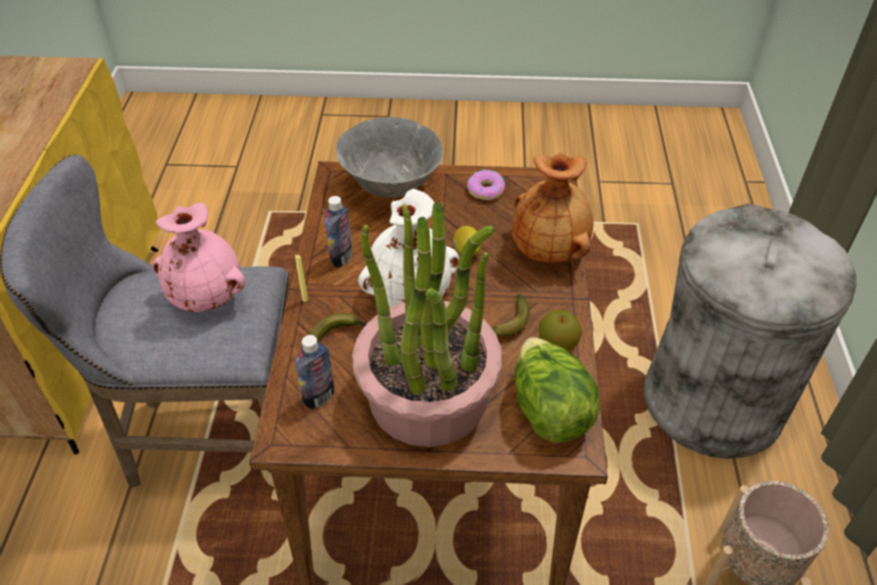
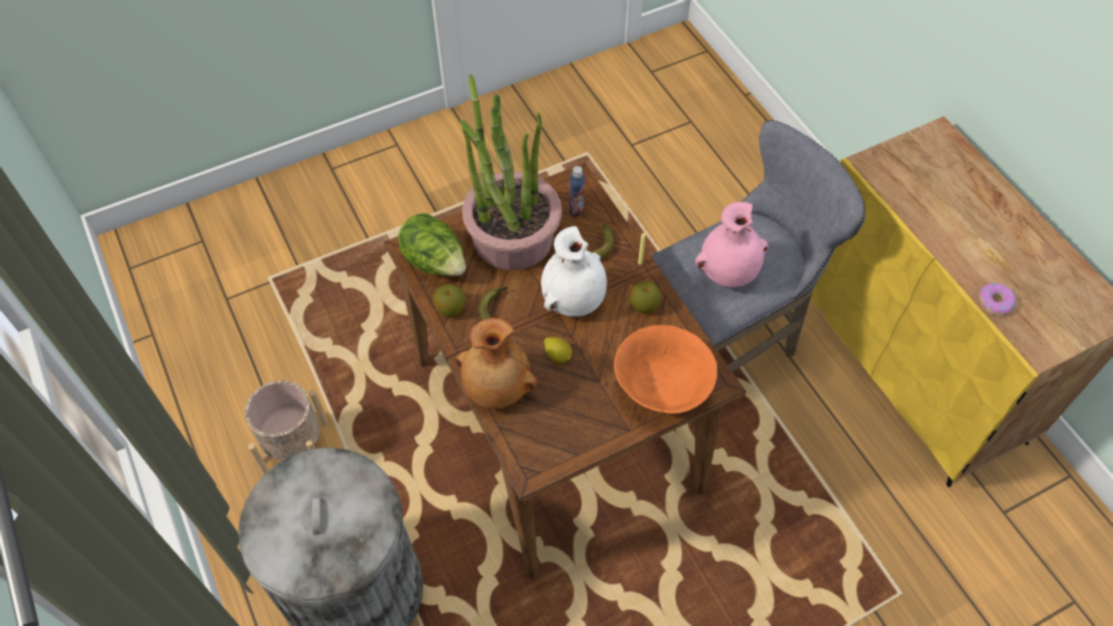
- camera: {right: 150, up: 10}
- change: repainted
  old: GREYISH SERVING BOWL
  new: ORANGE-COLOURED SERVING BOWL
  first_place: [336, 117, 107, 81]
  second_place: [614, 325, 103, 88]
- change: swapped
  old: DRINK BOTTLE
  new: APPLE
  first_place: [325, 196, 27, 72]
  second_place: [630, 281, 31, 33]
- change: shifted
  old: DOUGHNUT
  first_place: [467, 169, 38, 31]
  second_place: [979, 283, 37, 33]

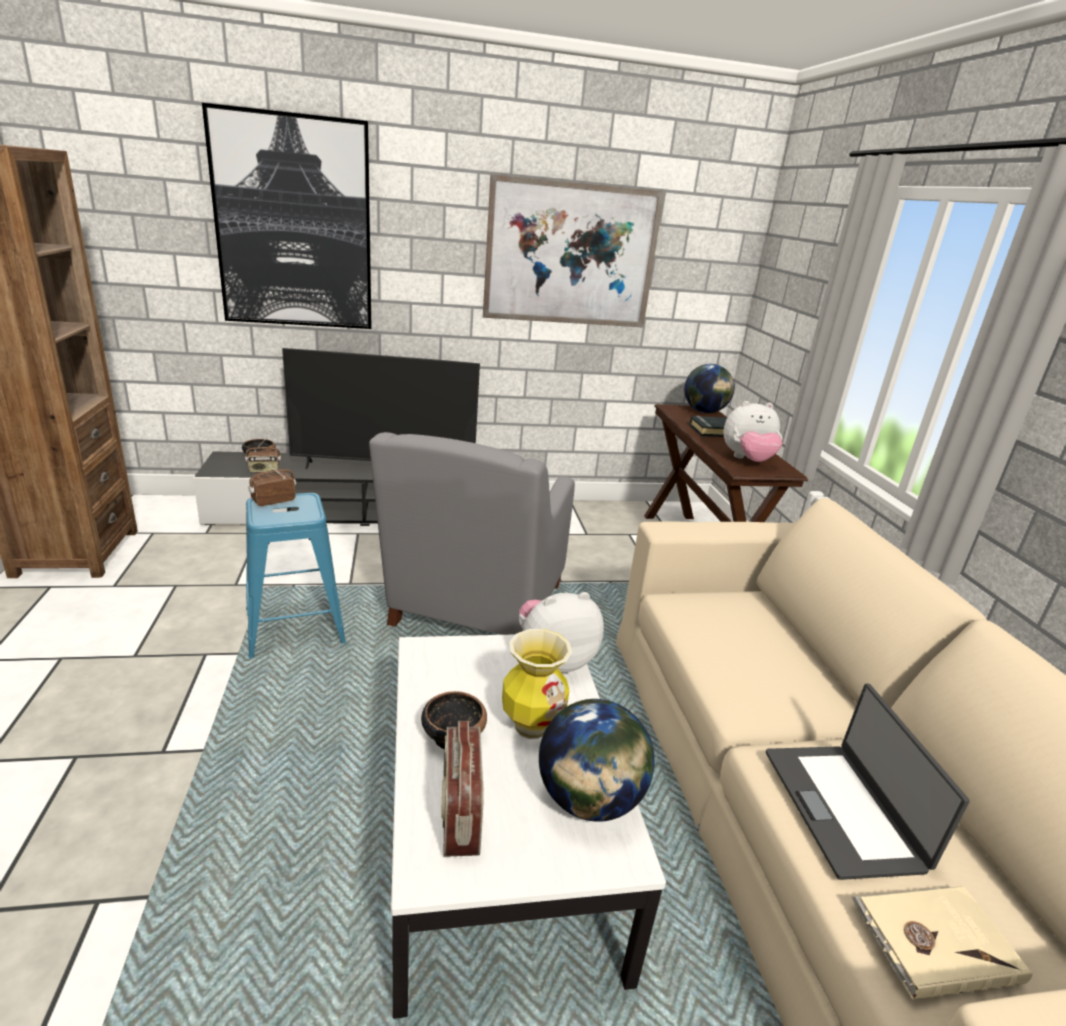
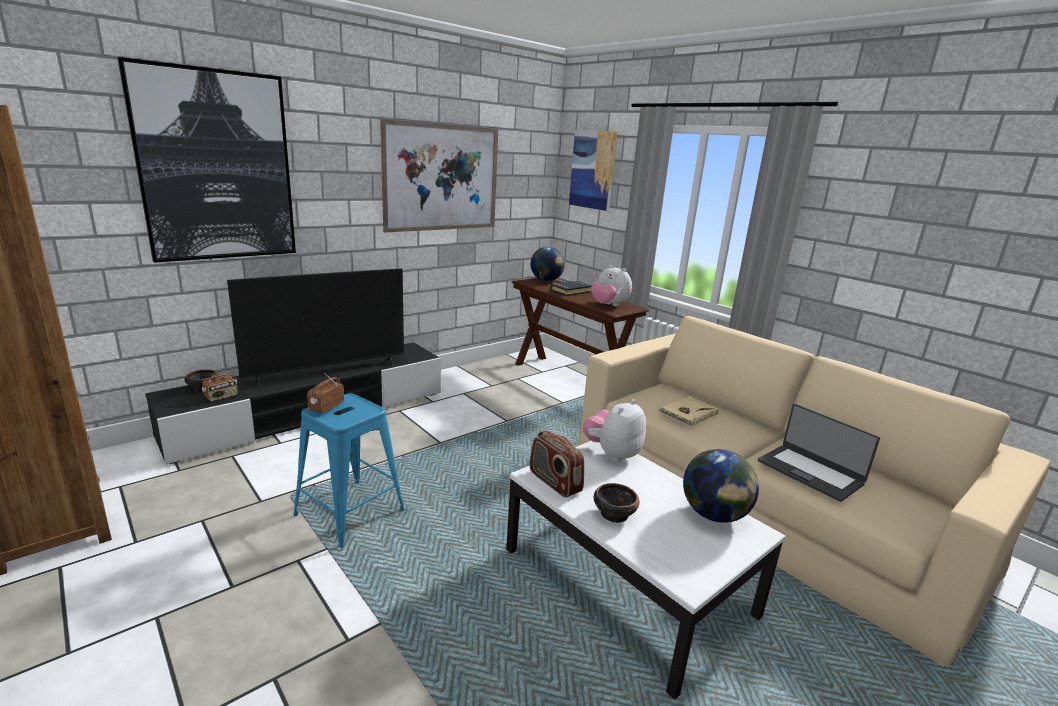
- camera: {right: -30, up: -5}
- change: shifted
  old: RADIO SET
  first_place: [441, 721, 43, 136]
  second_place: [529, 431, 55, 67]
- change: new
  new: PICTURE
  second_place: [569, 130, 49, 81]
- change: rotated
  old: CUDDLY TOY
  first_place: [724, 401, 59, 61]
  second_place: [591, 265, 41, 41]
  degrees: 75
- change: shifted
  old: BEIGE BOOK
  first_place: [852, 886, 181, 114]
  second_place: [659, 396, 60, 30]
- change: gone
  old: GREYISH ARMCHAIR
  first_place: [369, 432, 206, 203]
- change: gone
  old: FLOWER VASE
  first_place: [502, 629, 70, 110]

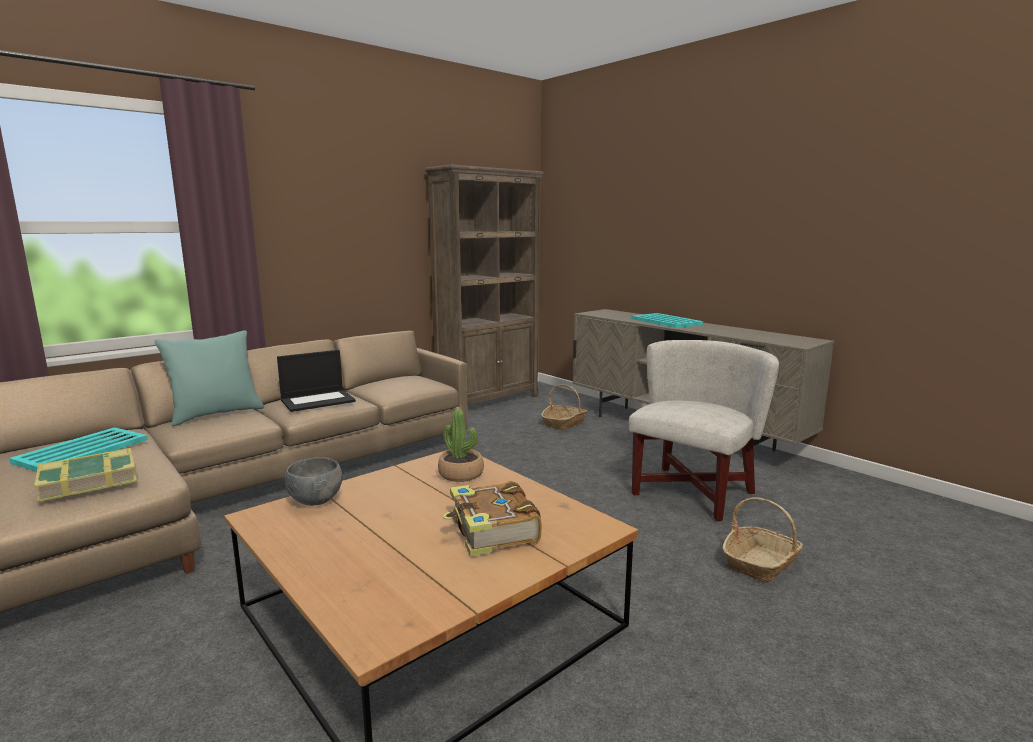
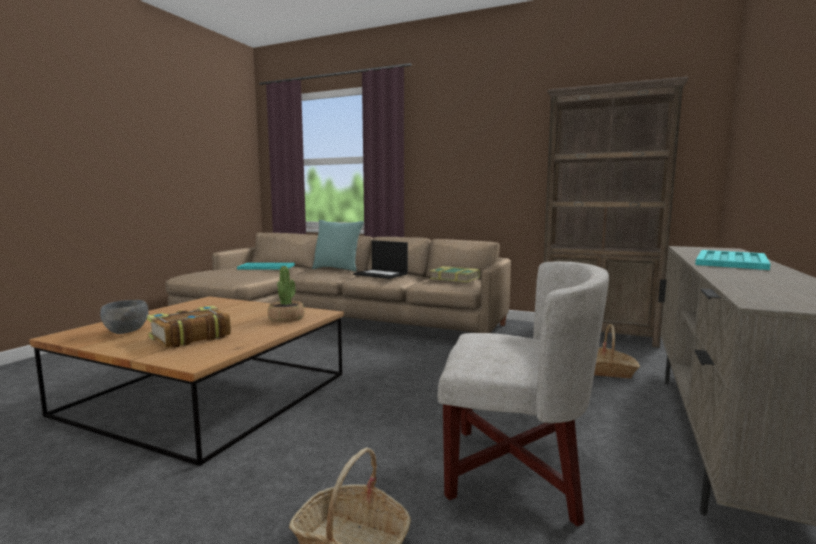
- camera: {right: 65, up: -5}
- change: shifted
  old: GREYISH SERVING BOWL
  first_place: [285, 457, 58, 49]
  second_place: [100, 300, 49, 34]
- change: shifted
  old: BOOK
  first_place: [34, 448, 103, 54]
  second_place: [429, 266, 51, 17]

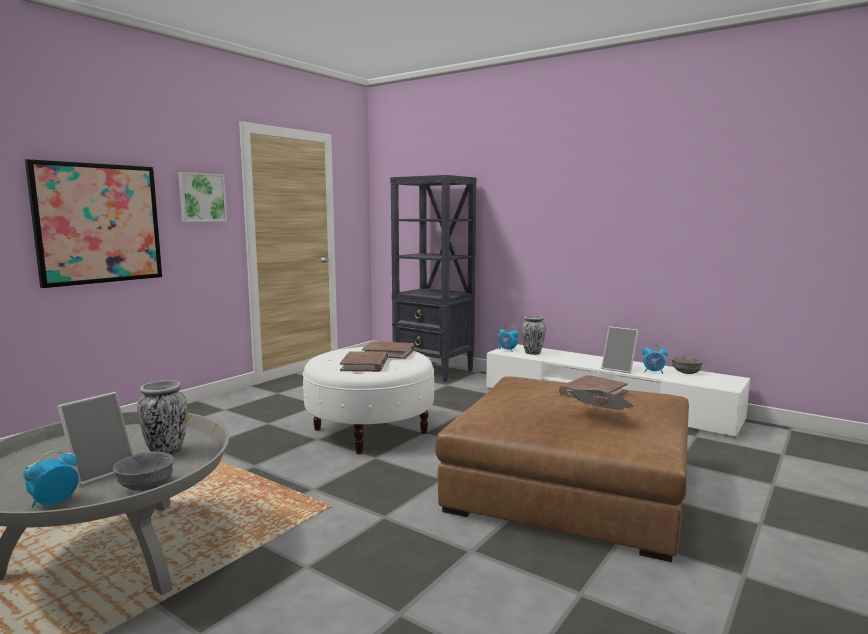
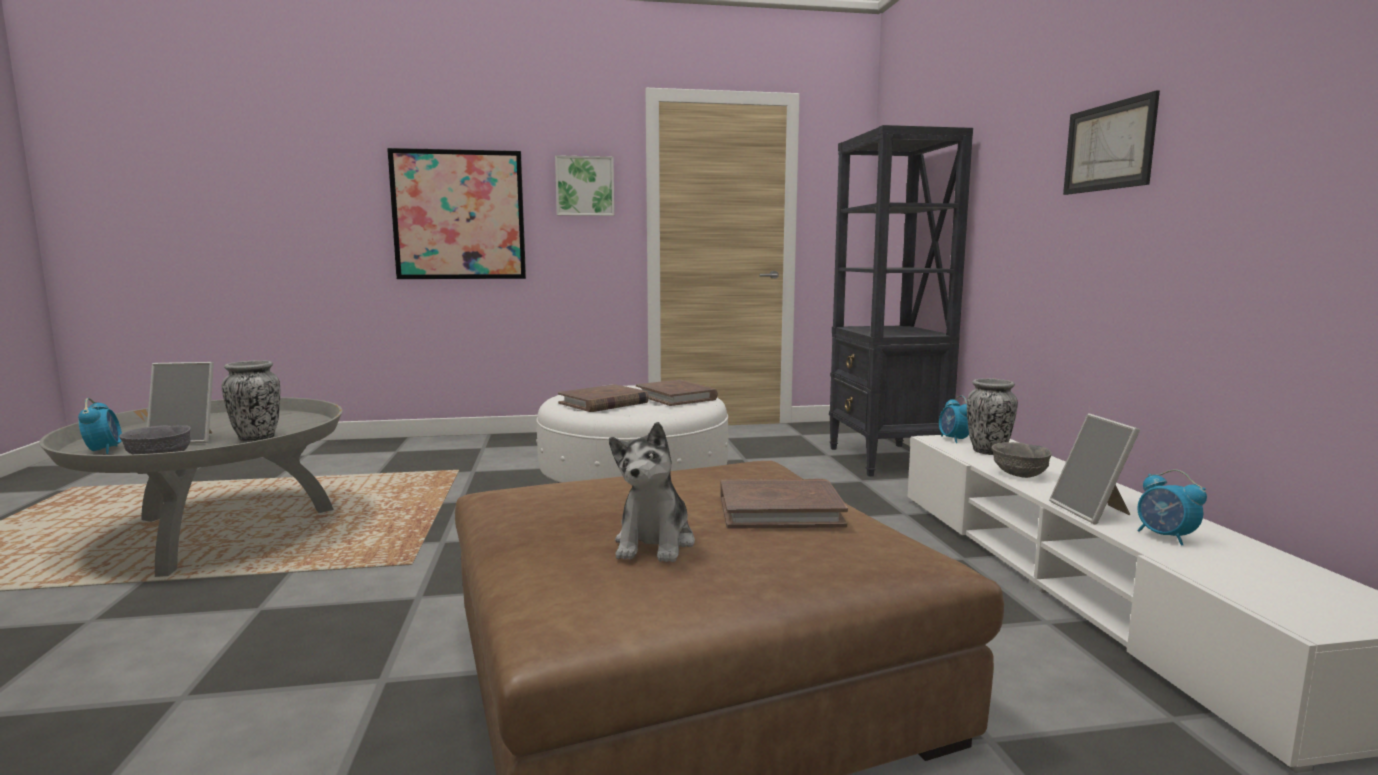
- camera: {right: 45, up: 0}
- change: rotated
  old: ALARM CLOCK
  first_place: [23, 451, 56, 57]
  second_place: [78, 398, 44, 56]
  degrees: 75
- change: swapped
  old: NEWSPAPER
  new: CUDDLY TOY
  first_place: [567, 390, 67, 20]
  second_place: [609, 422, 86, 141]
- change: shifted
  old: GREYISH SERVING BOWL
  first_place: [671, 356, 32, 18]
  second_place: [992, 442, 60, 36]
- change: new
  new: PICTURE
  second_place: [1063, 90, 97, 105]

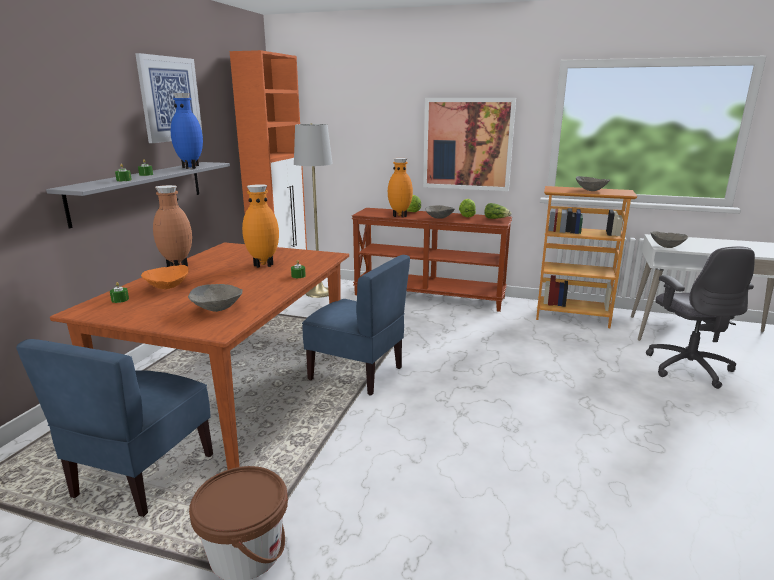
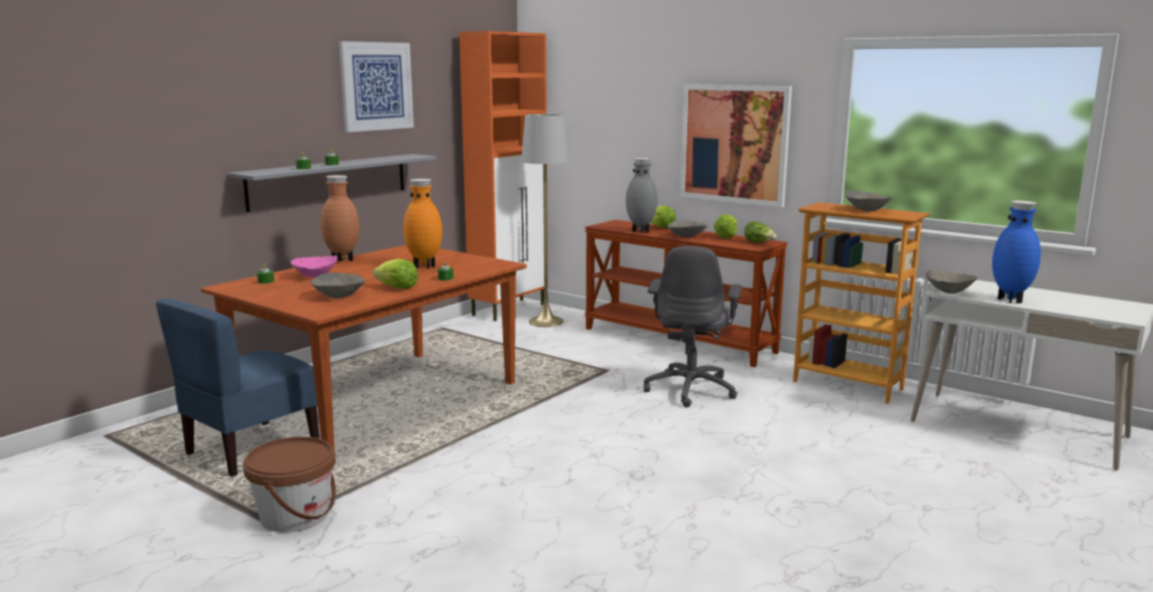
- camera: {right: 20, up: -5}
- change: repainted
  old: ORANGE-COLOURED SERVING BOWL
  new: PINK SERVING BOWL
  first_place: [141, 265, 48, 24]
  second_place: [290, 256, 47, 21]
- change: new
  new: LETTUCE HEAD
  second_place: [373, 259, 45, 30]
- change: repainted
  old: ORANGE-COLOURED FLOWER VASE
  new: GREYISH FLOWER VASE
  first_place: [388, 158, 25, 60]
  second_place: [626, 158, 31, 75]
- change: shifted
  old: GREYISH COMPUTER CHAIR
  first_place: [646, 246, 109, 143]
  second_place: [643, 246, 99, 161]
- change: shifted
  old: BLUISH FLOWER VASE
  first_place: [171, 93, 32, 76]
  second_place: [992, 200, 49, 103]
- change: gone
  old: BLUISH PLAIN CHAIR
  first_place: [302, 255, 108, 140]

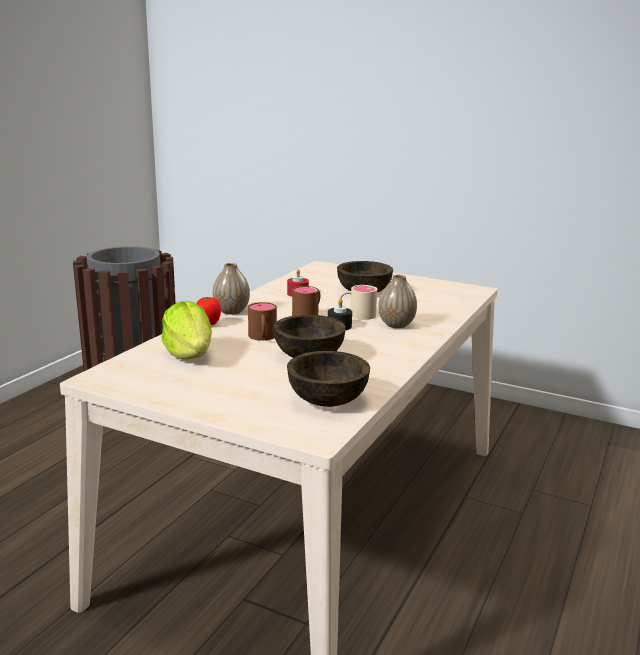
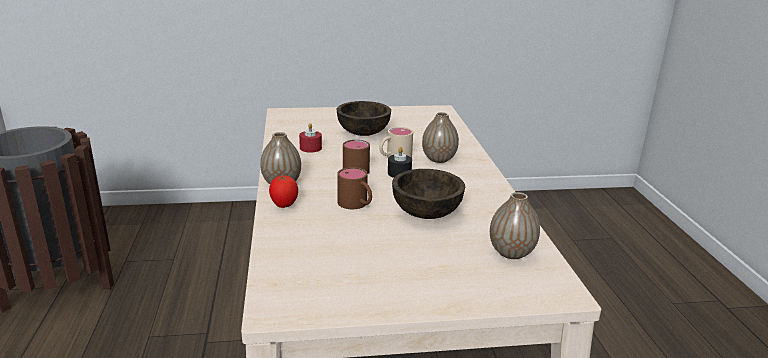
- camera: {right: -35, up: 5}
- change: swapped
  old: BROWNISH SERVING BOWL
  new: FLOWER VASE
  first_place: [287, 351, 83, 56]
  second_place: [490, 192, 50, 67]
- change: gone
  old: LETTUCE HEAD
  first_place: [162, 301, 50, 59]

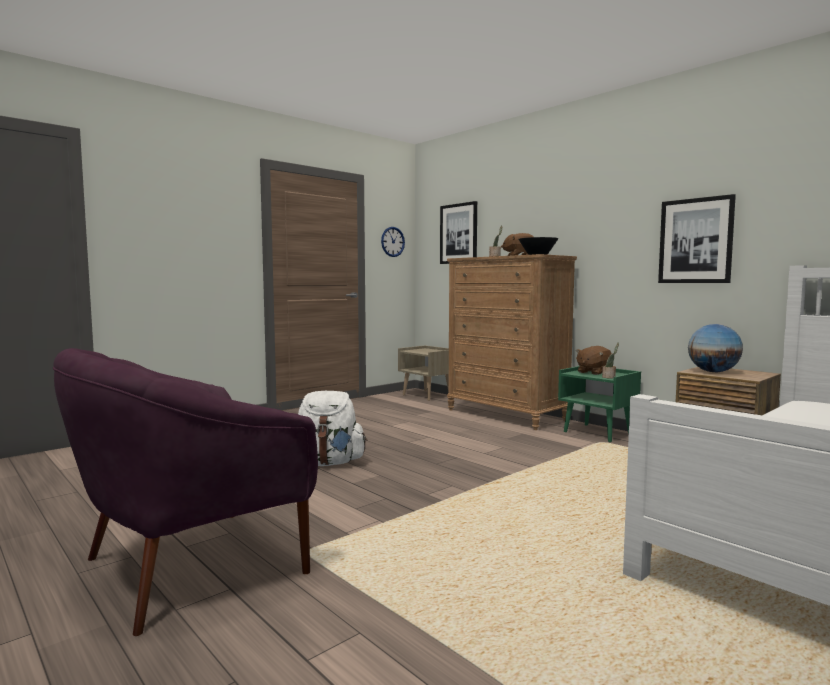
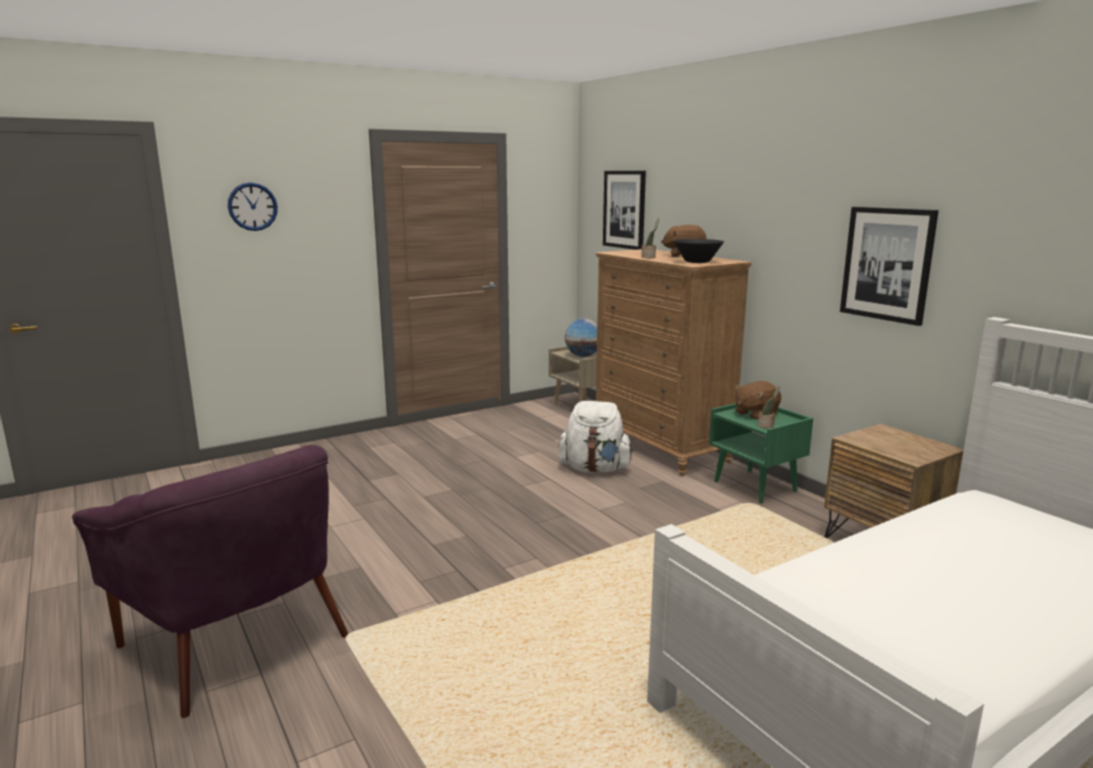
- camera: {right: 10, up: 10}
- change: rotated
  old: PURPLISH ARMCHAIR
  first_place: [53, 348, 265, 288]
  second_place: [72, 445, 276, 273]
  degrees: -105
- change: shifted
  old: WALL CLOCK
  first_place: [381, 227, 24, 30]
  second_place: [228, 182, 50, 49]
- change: shifted
  old: WHITISH RUCKSACK
  first_place: [298, 391, 69, 75]
  second_place: [558, 401, 76, 72]
- change: shifted
  old: DESK GLOBE
  first_place: [688, 324, 55, 48]
  second_place: [565, 319, 32, 38]

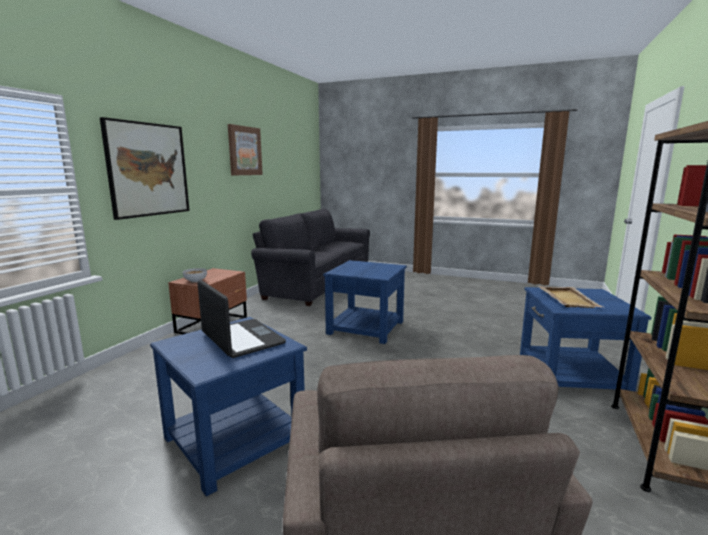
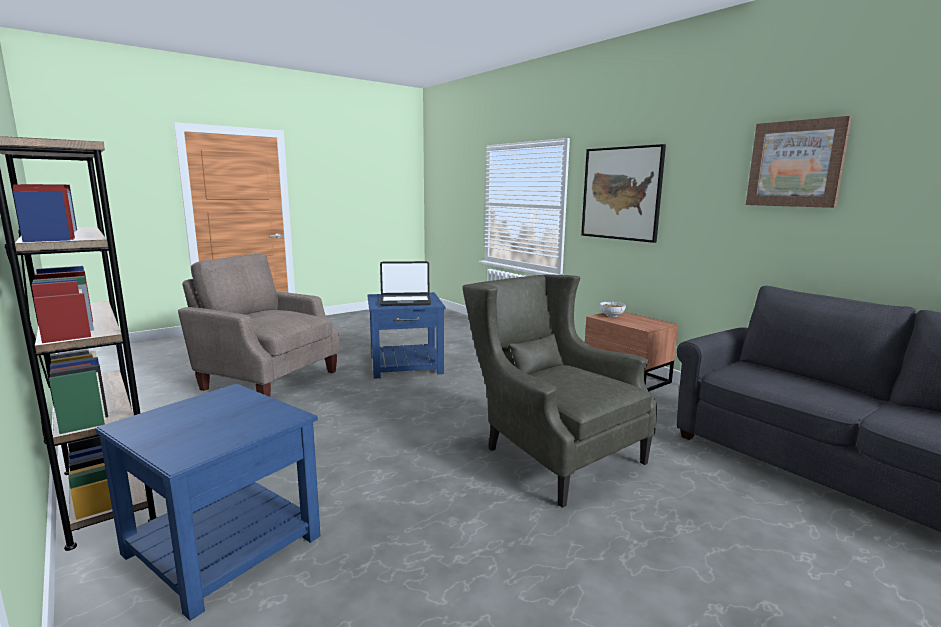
- camera: {right: 120, up: 0}
- change: swapped
  old: BLUISH END TABLE
  new: GREYISH ARMCHAIR
  first_place: [323, 260, 84, 84]
  second_place: [462, 275, 195, 233]
- change: gone
  old: BEIGE TRAY
  first_place: [538, 286, 65, 22]

